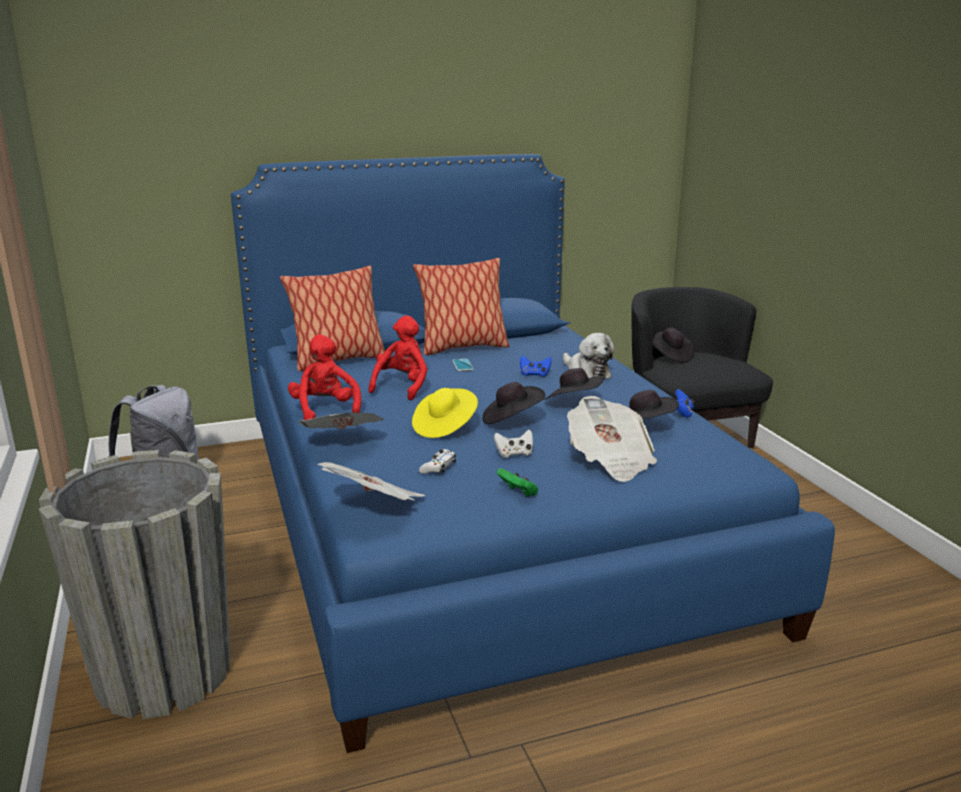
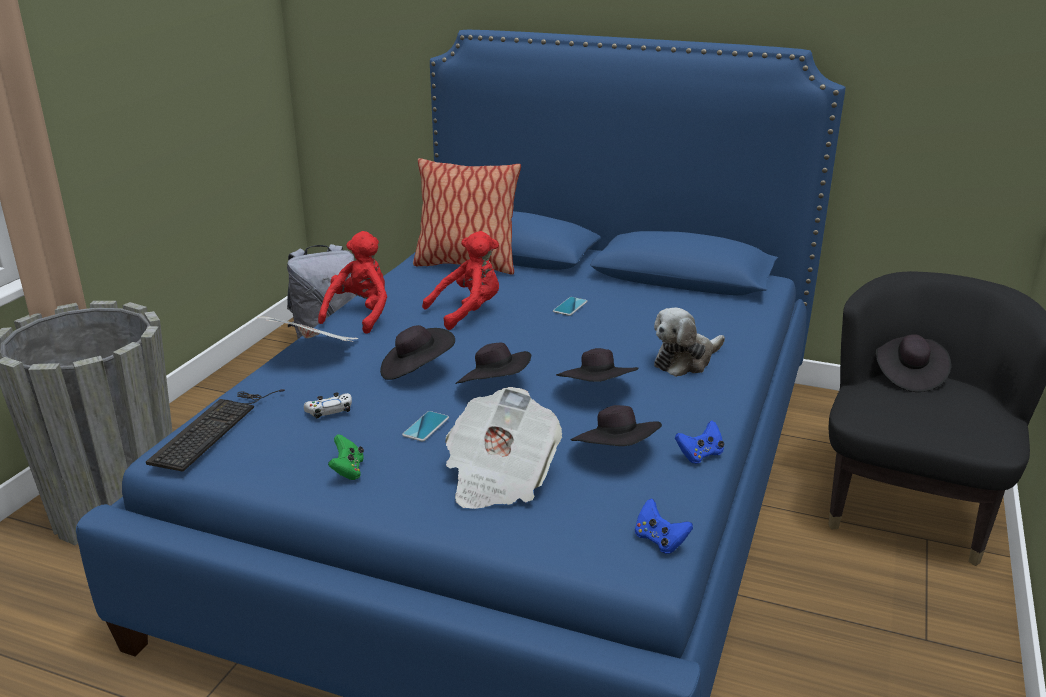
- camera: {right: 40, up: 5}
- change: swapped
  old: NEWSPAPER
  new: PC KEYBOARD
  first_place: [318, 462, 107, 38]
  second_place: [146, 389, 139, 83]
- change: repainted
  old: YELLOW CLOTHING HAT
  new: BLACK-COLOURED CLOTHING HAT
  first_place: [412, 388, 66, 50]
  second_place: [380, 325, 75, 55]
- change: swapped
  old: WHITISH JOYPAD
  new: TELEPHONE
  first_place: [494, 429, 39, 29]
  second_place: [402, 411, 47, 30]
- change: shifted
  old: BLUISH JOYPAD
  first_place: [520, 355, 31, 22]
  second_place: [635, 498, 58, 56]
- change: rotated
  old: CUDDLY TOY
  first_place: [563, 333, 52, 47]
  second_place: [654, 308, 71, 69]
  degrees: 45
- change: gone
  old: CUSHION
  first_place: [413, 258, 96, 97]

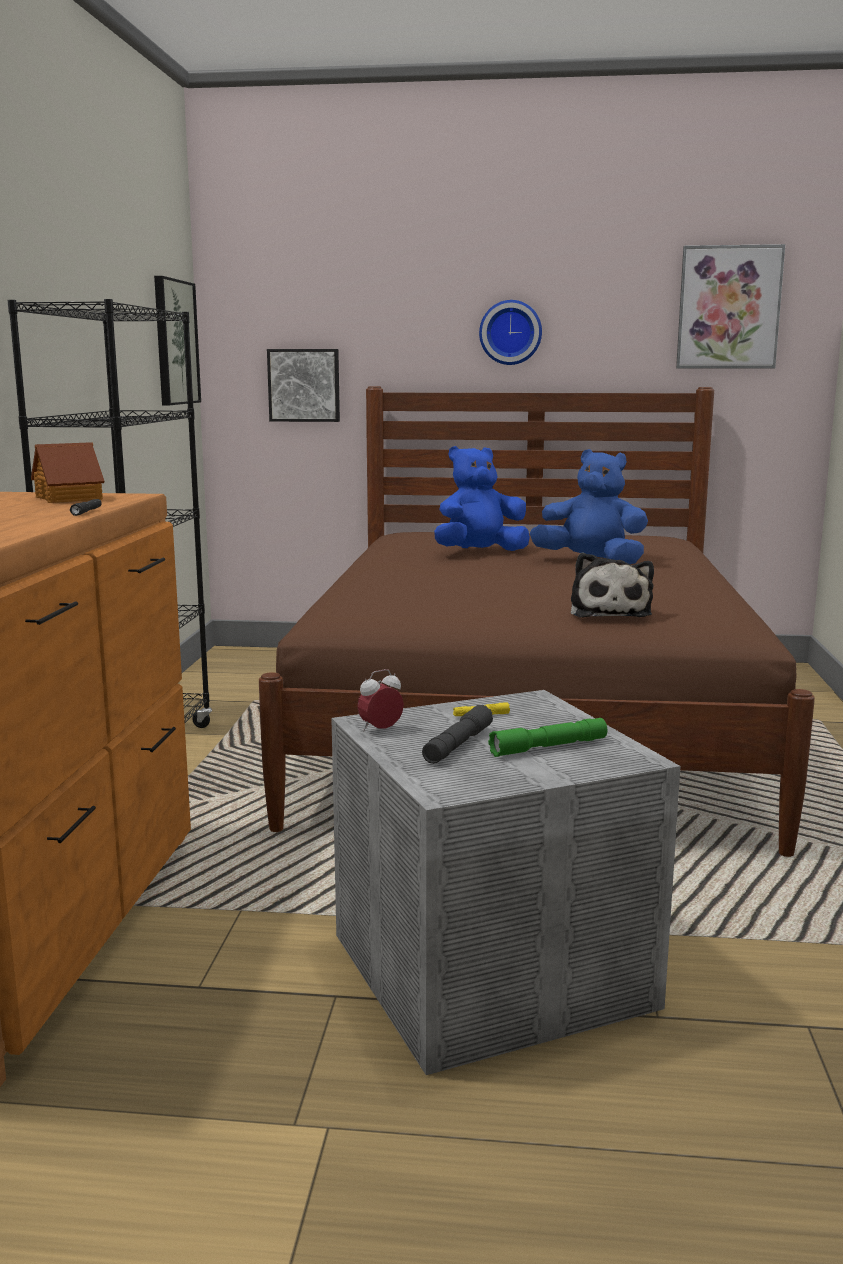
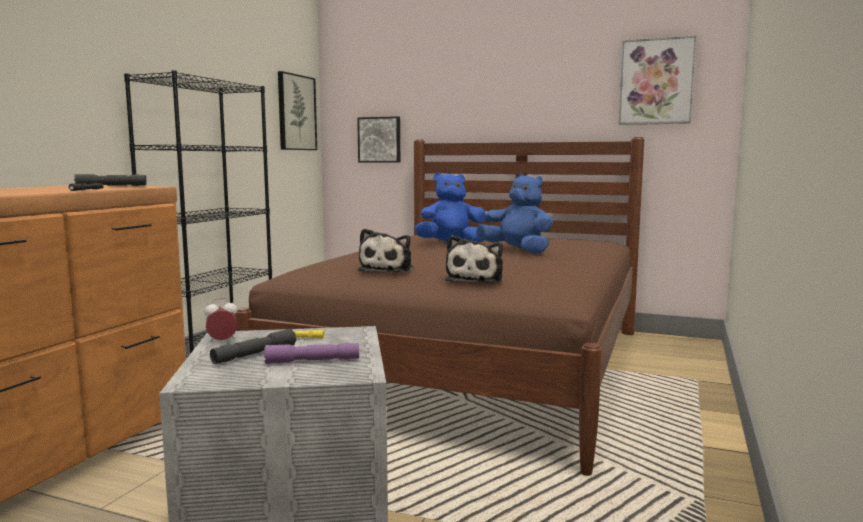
- camera: {right: 15, up: -5}
- change: swapped
  old: TOY HOUSE
  new: GREYISH TORCH
  first_place: [31, 442, 73, 61]
  second_place: [74, 174, 73, 12]
- change: repainted
  old: GREEN TORCH
  new: PURPLISH TORCH
  first_place: [488, 718, 119, 39]
  second_place: [264, 343, 95, 21]
- change: new
  new: CUDDLY TOY
  second_place: [358, 229, 55, 43]
- change: gone
  old: WALL CLOCK
  first_place: [479, 300, 63, 65]

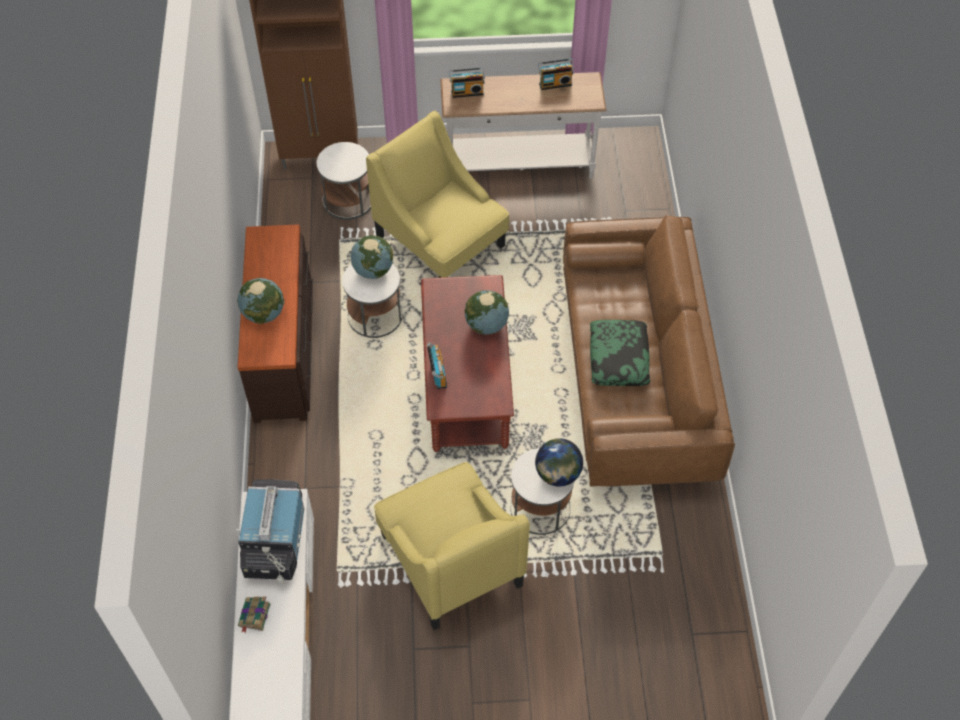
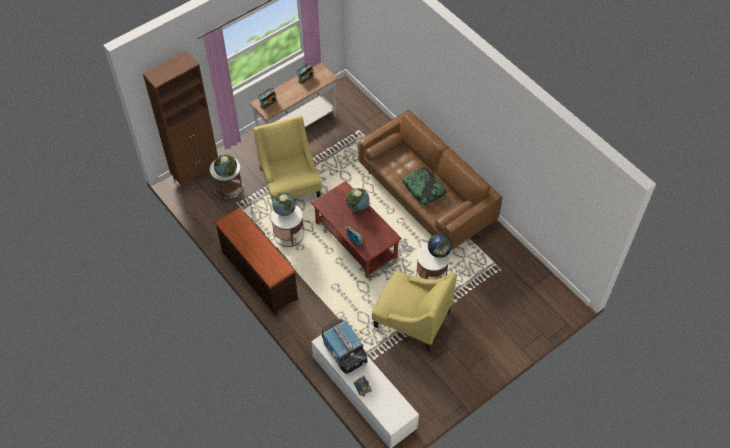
- camera: {right: -35, up: 0}
- change: shifted
  old: DESK GLOBE
  first_place: [237, 278, 47, 46]
  second_place: [214, 154, 23, 23]
- change: rotated
  old: YELLOW ARMCHAIR
  first_place: [366, 111, 143, 167]
  second_place: [253, 115, 69, 87]
  degrees: 60

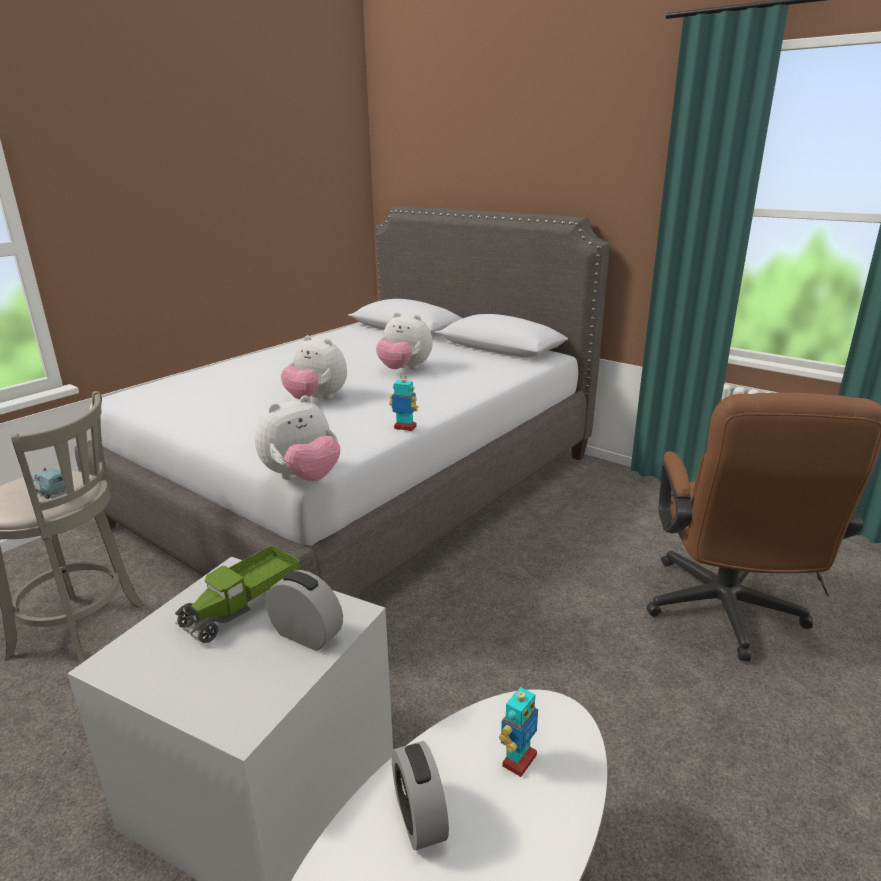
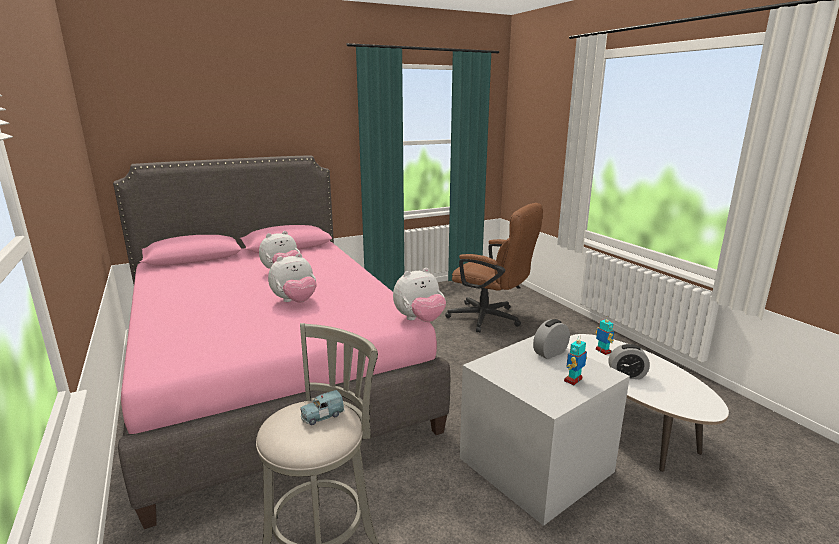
- camera: {right: -65, up: -5}
- change: repainted
  old: GREYISH BED
  new: PINK BED
  first_place: [74, 206, 536, 392]
  second_place: [113, 155, 337, 374]
- change: rotated
  old: CUDDLY TOY
  first_place: [255, 395, 85, 86]
  second_place: [393, 268, 53, 54]
  degrees: 75
- change: shifted
  old: TOY ROBOT
  first_place: [389, 373, 29, 58]
  second_place: [564, 336, 23, 49]
- change: gone
  old: TOY TRUCK
  first_place: [175, 545, 126, 98]

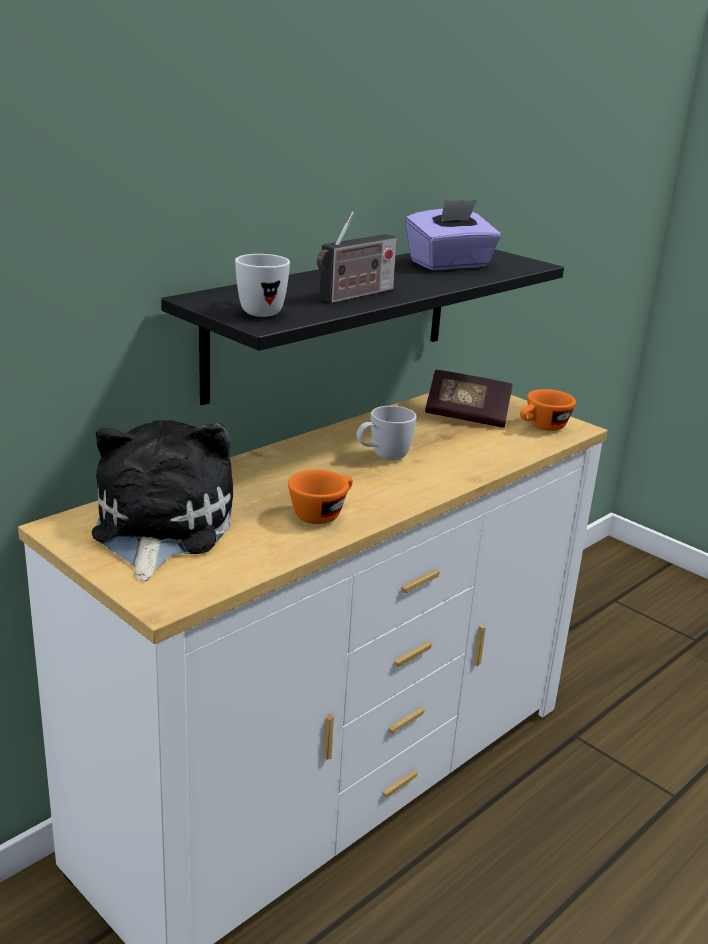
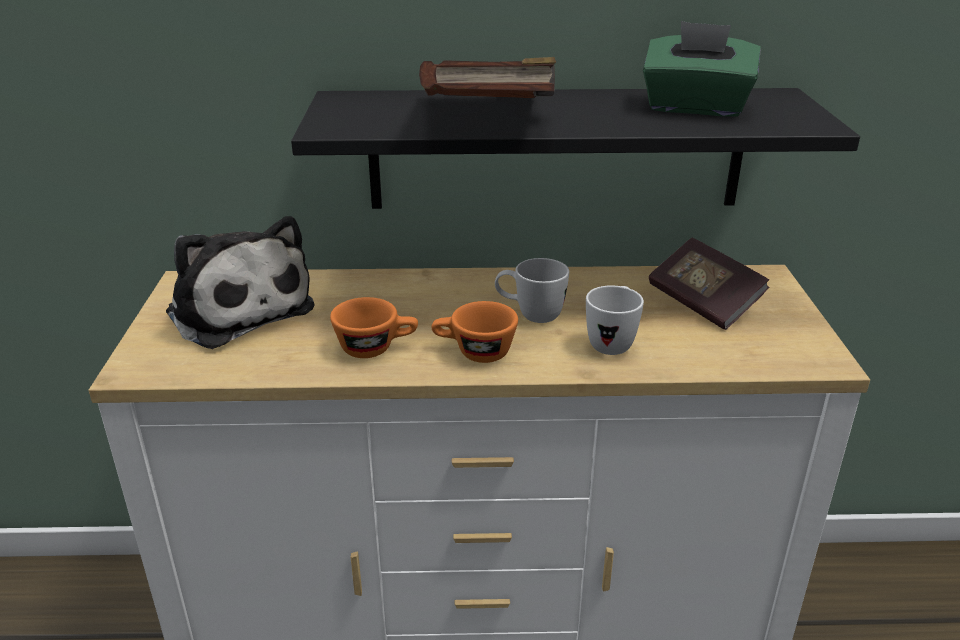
- camera: {right: 45, up: 5}
- change: rotated
  old: CUDDLY TOY
  first_place: [92, 420, 141, 161]
  second_place: [166, 216, 149, 133]
  degrees: 90
- change: swapped
  old: RADIO SET
  new: BROWNISH BOOK
  first_place: [317, 211, 80, 92]
  second_place: [419, 57, 137, 41]
- change: shifted
  old: ORANGE-COLOURED SMALL CUP
  first_place: [520, 389, 56, 42]
  second_place: [431, 301, 87, 62]
- change: shifted
  old: WHITISH TEA MUG
  first_place: [235, 254, 55, 63]
  second_place: [586, 285, 58, 70]
- change: repainted
  old: PURPLISH BOX OF TISSUES
  new: GREEN BOX OF TISSUES
  first_place: [405, 199, 96, 71]
  second_place: [643, 21, 118, 96]

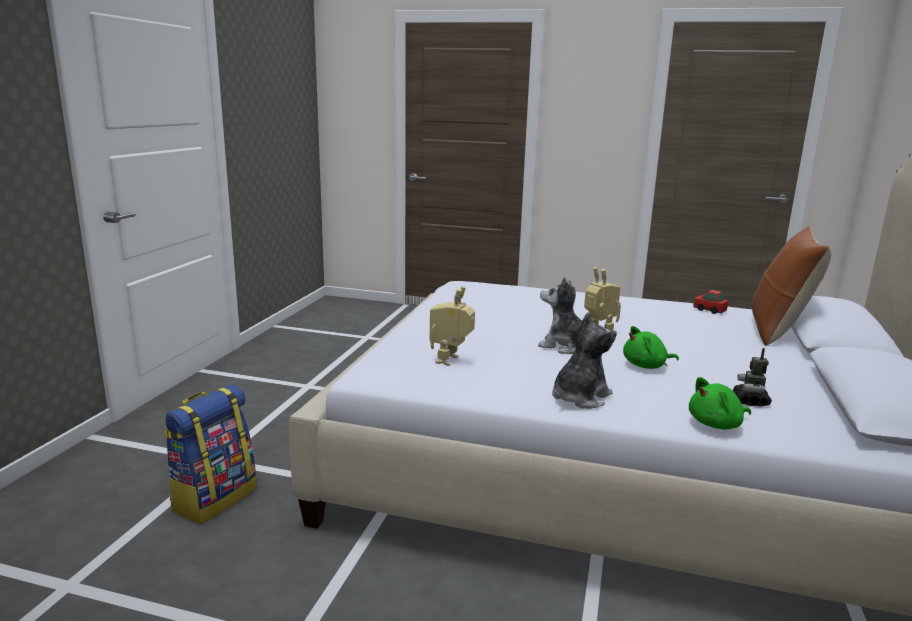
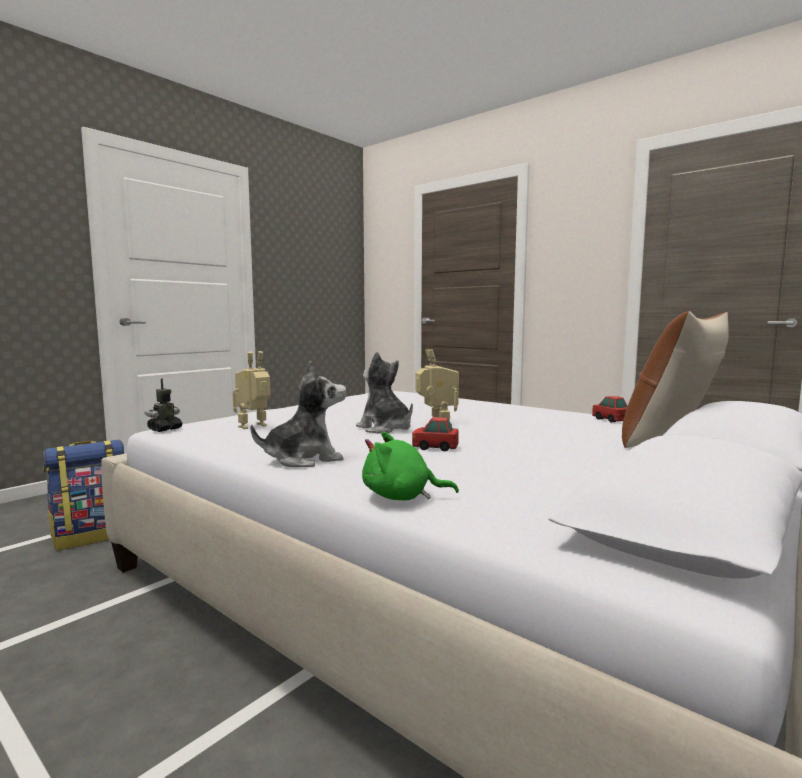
- camera: {right: 25, up: -10}
- change: shifted
  old: TOY ROBOT
  first_place: [733, 348, 39, 59]
  second_place: [144, 379, 38, 53]
- change: swapped
  old: GREEN CUDDLY TOY
  new: MODEL CAR
  first_place: [623, 326, 56, 43]
  second_place: [412, 417, 47, 35]

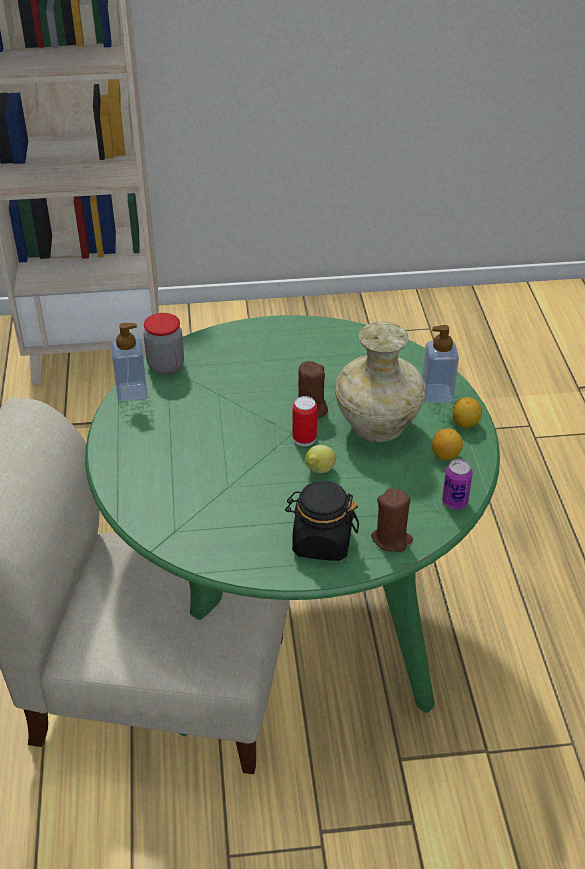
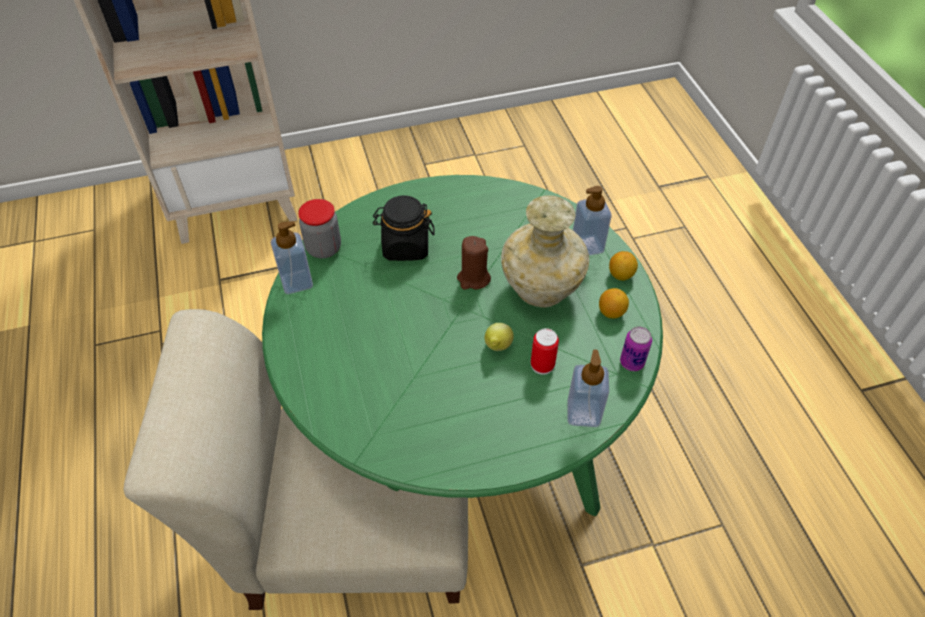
- camera: {right: -10, up: 10}
- change: shifted
  old: BLACK-COLOURED JAR
  first_place: [285, 481, 74, 80]
  second_place: [372, 195, 63, 66]
- change: shifted
  old: SEALED CAN
  first_place: [293, 396, 24, 50]
  second_place: [531, 328, 28, 47]
- change: swapped
  old: BROWNISH WAX CANDLE
  new: LIQUID SOAP BOTTLE
  first_place: [371, 489, 42, 63]
  second_place: [567, 349, 42, 78]

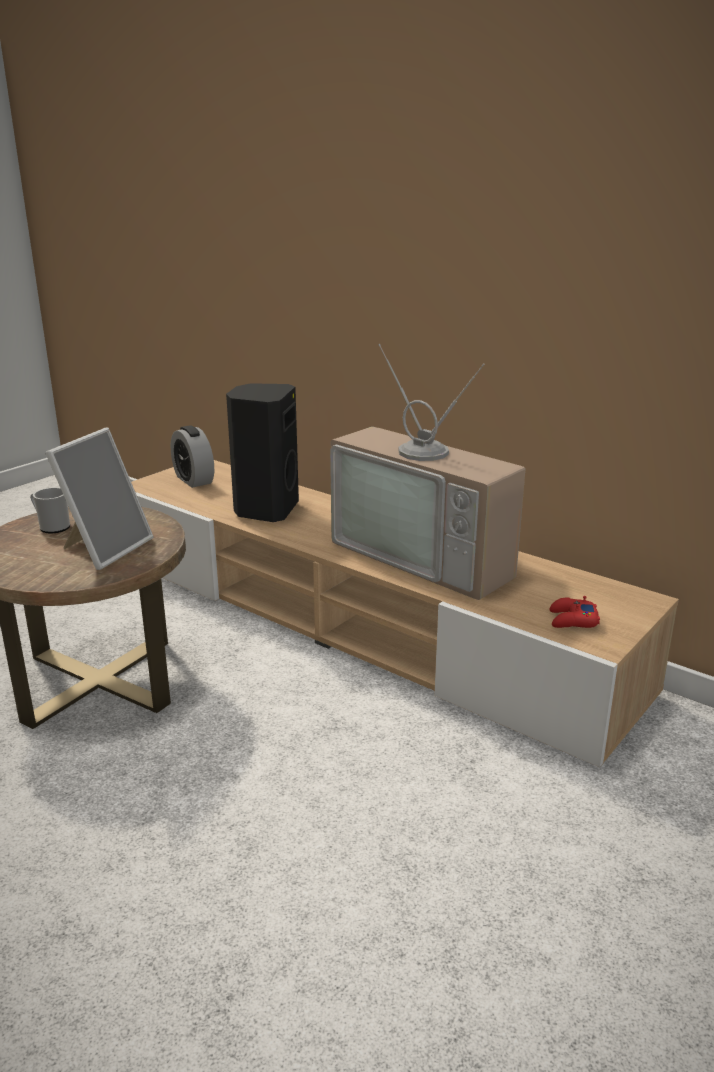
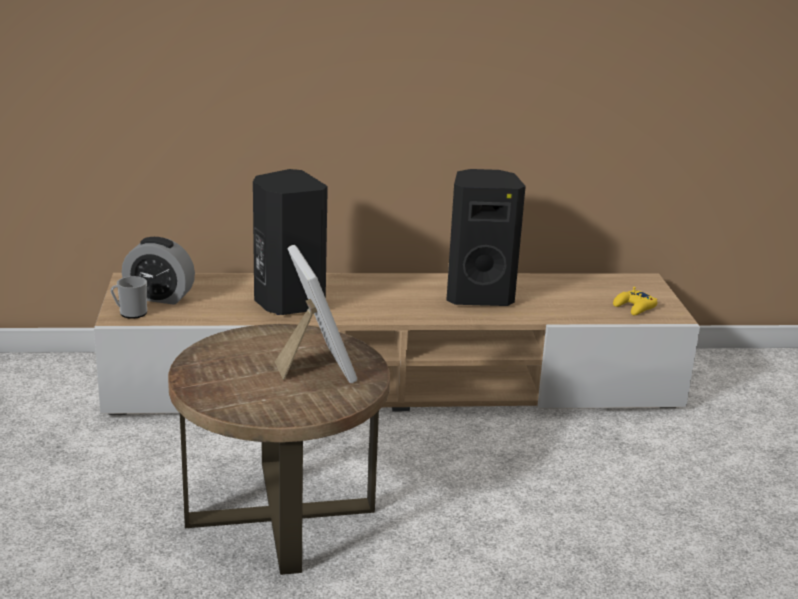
- camera: {right: -45, up: 0}
- change: shifted
  old: TEA MUG
  first_place: [30, 487, 40, 46]
  second_place: [110, 276, 37, 43]
- change: swapped
  old: TV SET
  new: BLACK-COLOURED AUDIO SPEAKER
  first_place: [330, 344, 195, 256]
  second_place: [446, 169, 80, 137]
- change: repainted
  old: RED JOYPAD
  new: YELLOW JOYPAD
  first_place: [550, 596, 50, 32]
  second_place: [613, 287, 44, 28]

